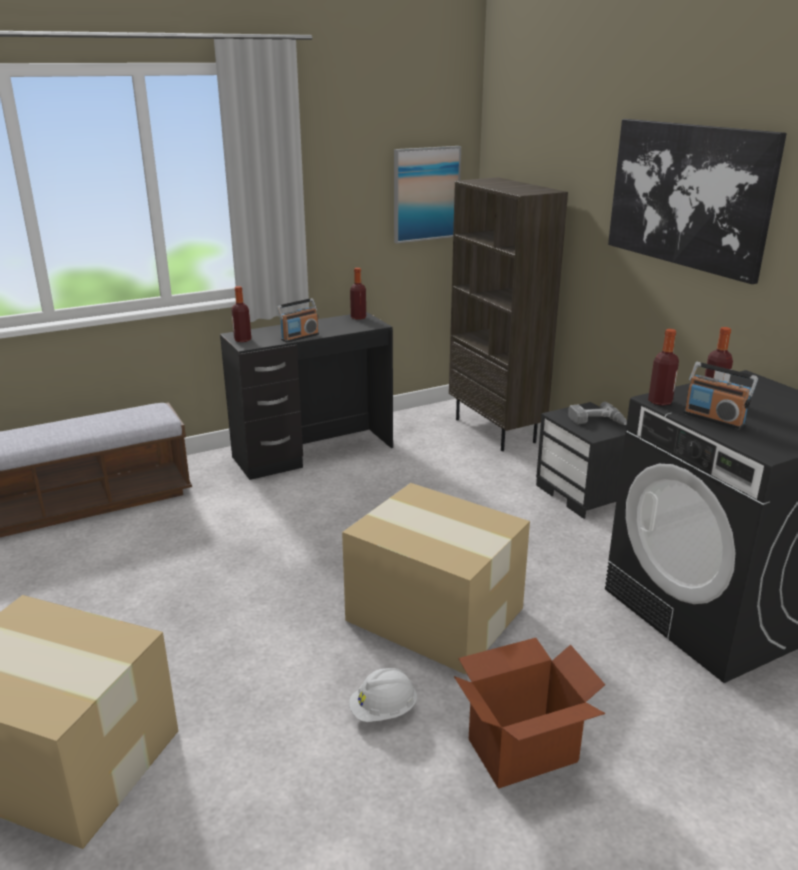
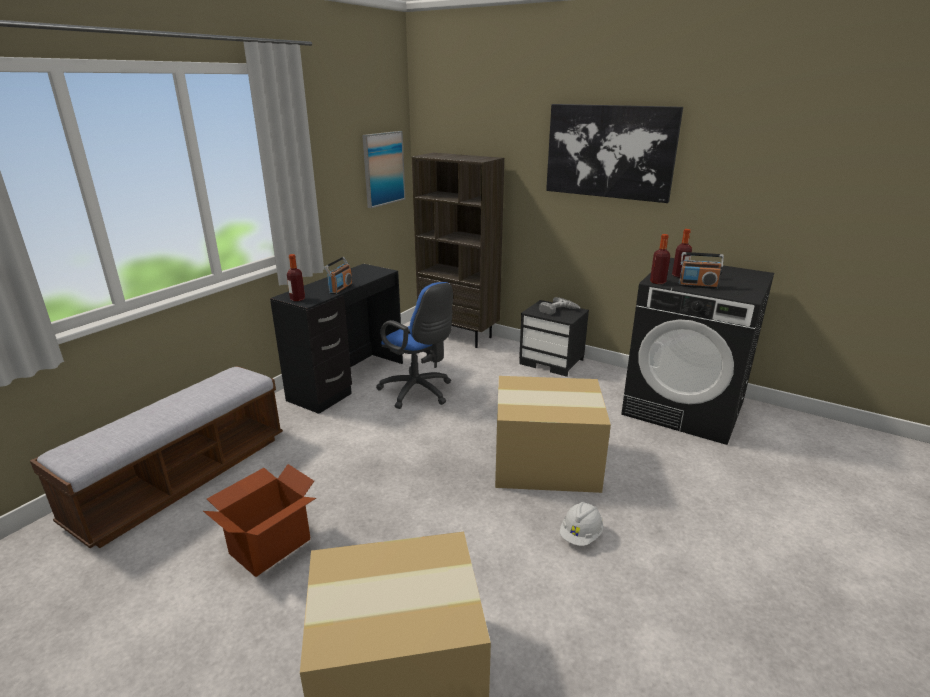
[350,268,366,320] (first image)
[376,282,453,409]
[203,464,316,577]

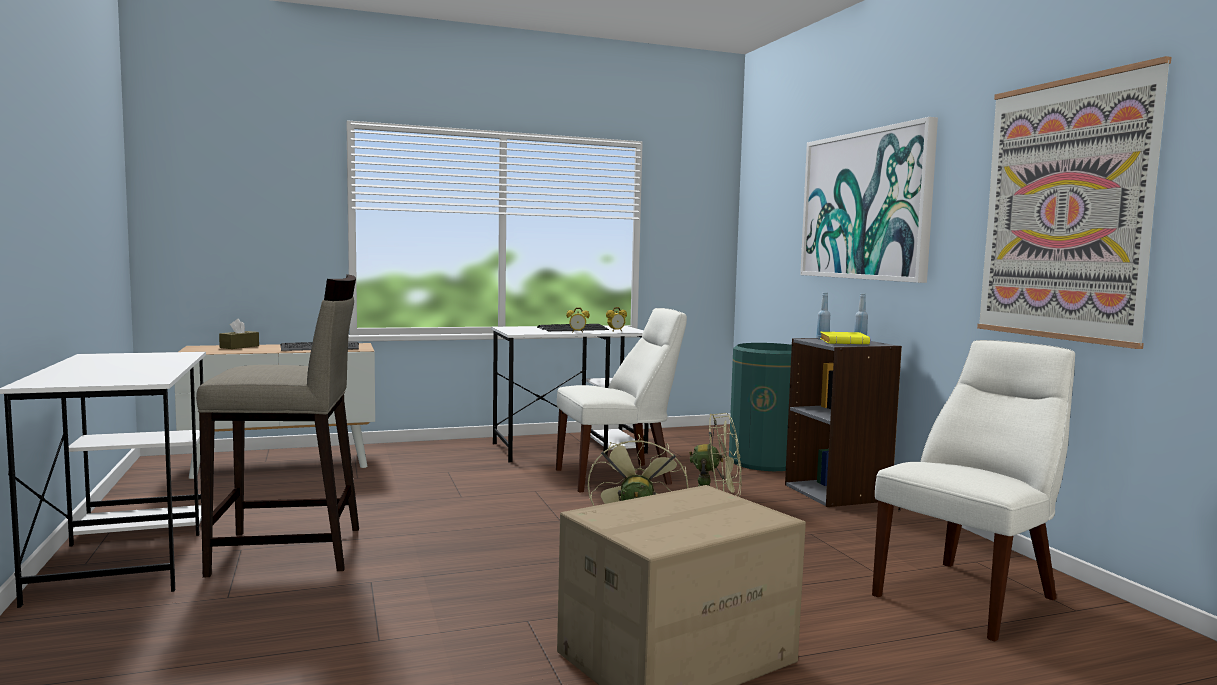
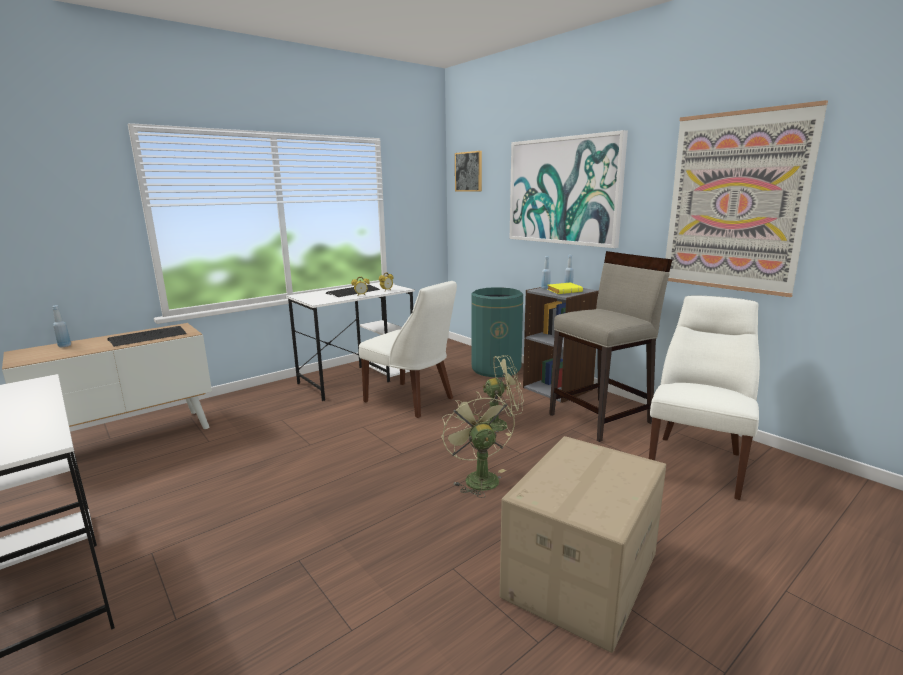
[455,151,482,192]
[549,251,672,442]
[52,305,71,347]
[359,281,457,418]

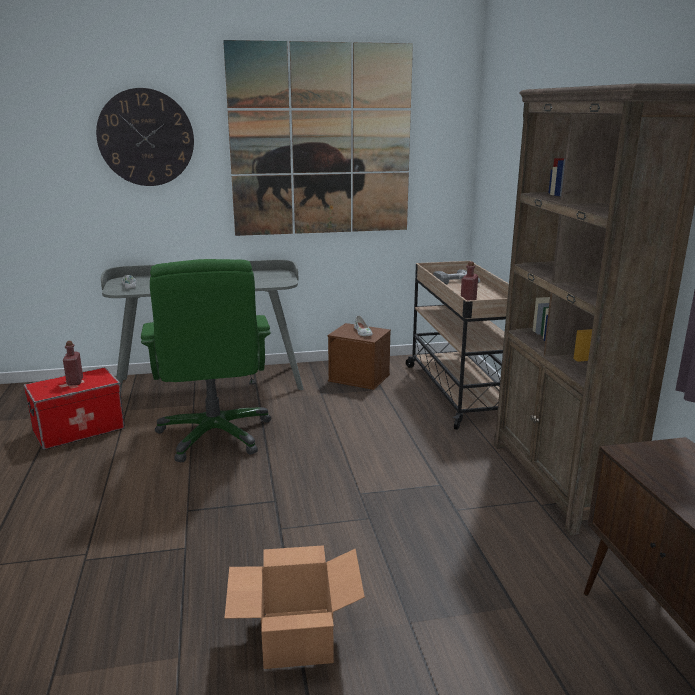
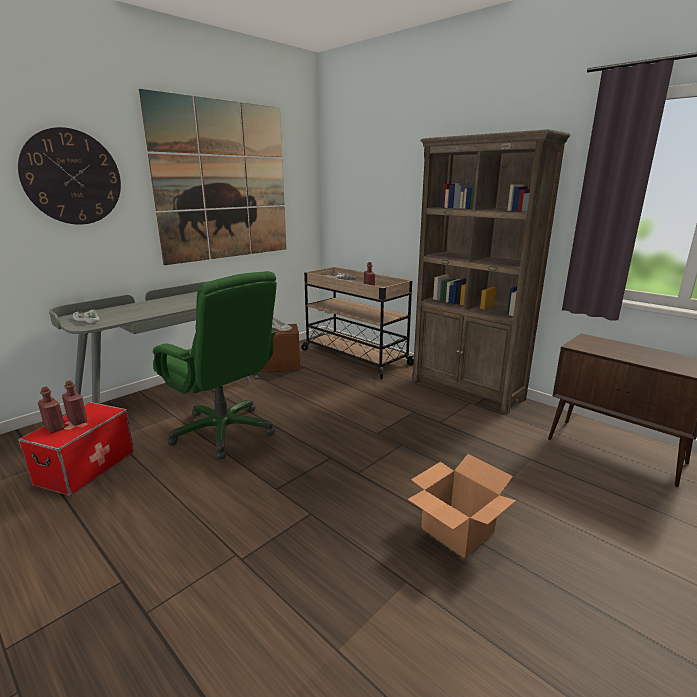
[38,387,65,433]

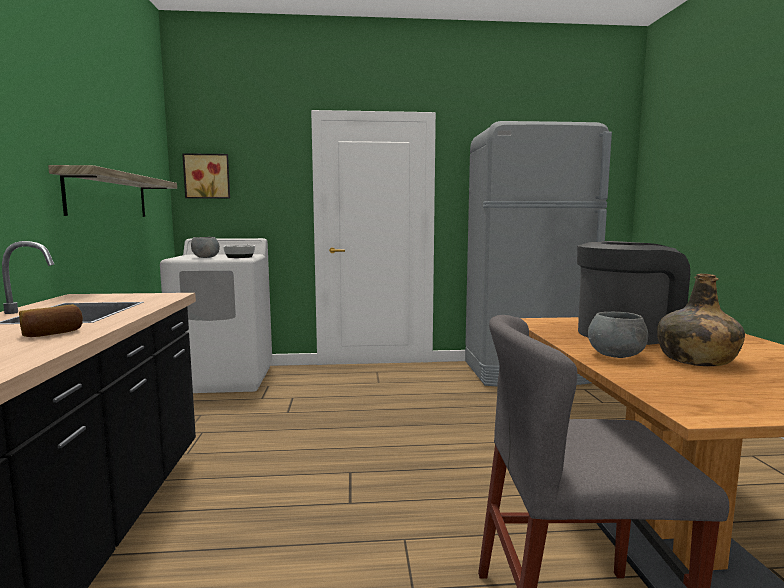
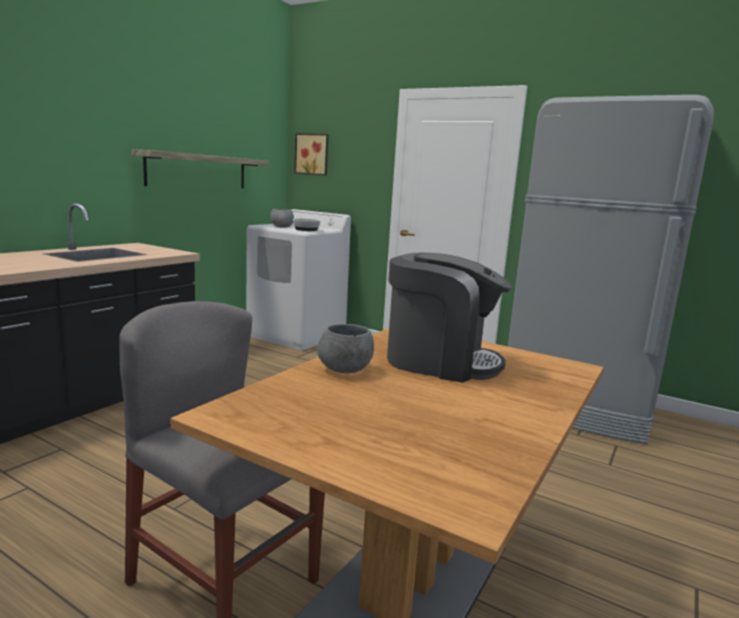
[19,304,83,337] (first image)
[657,274,745,367] (first image)

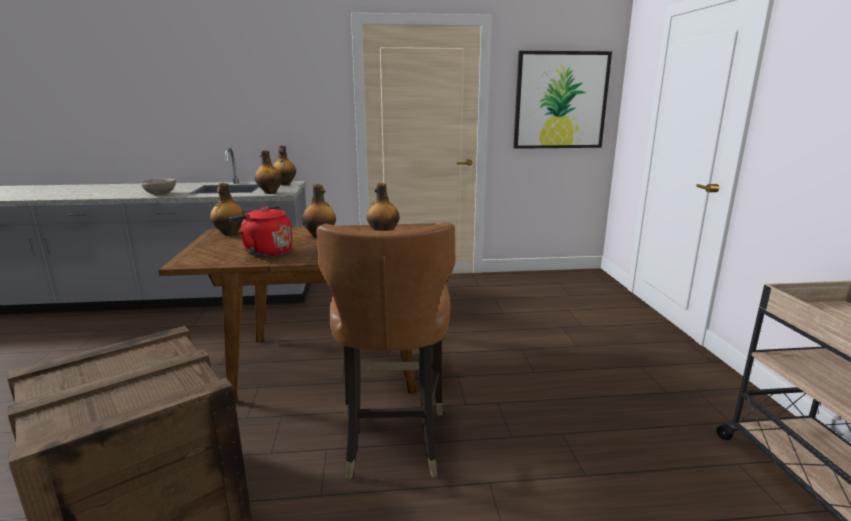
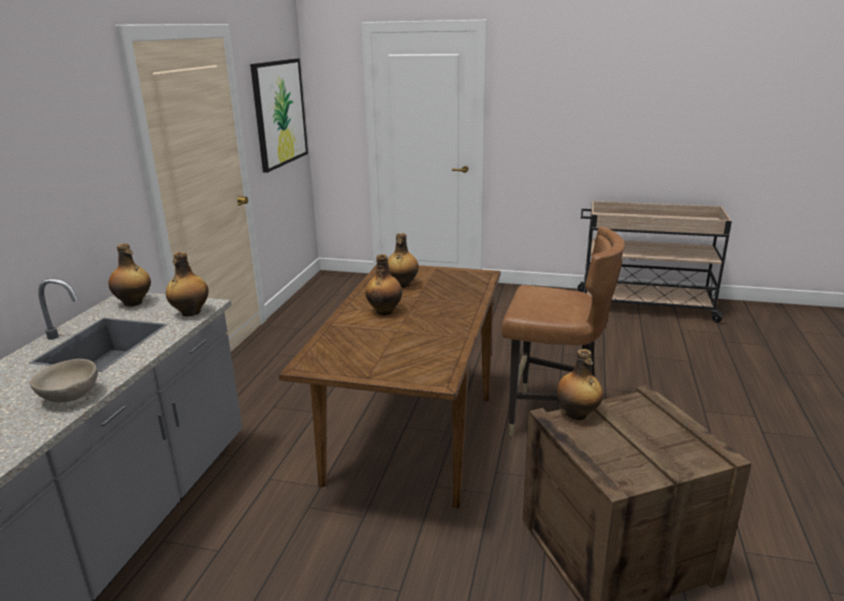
[230,206,293,257] (first image)
[556,349,603,420]

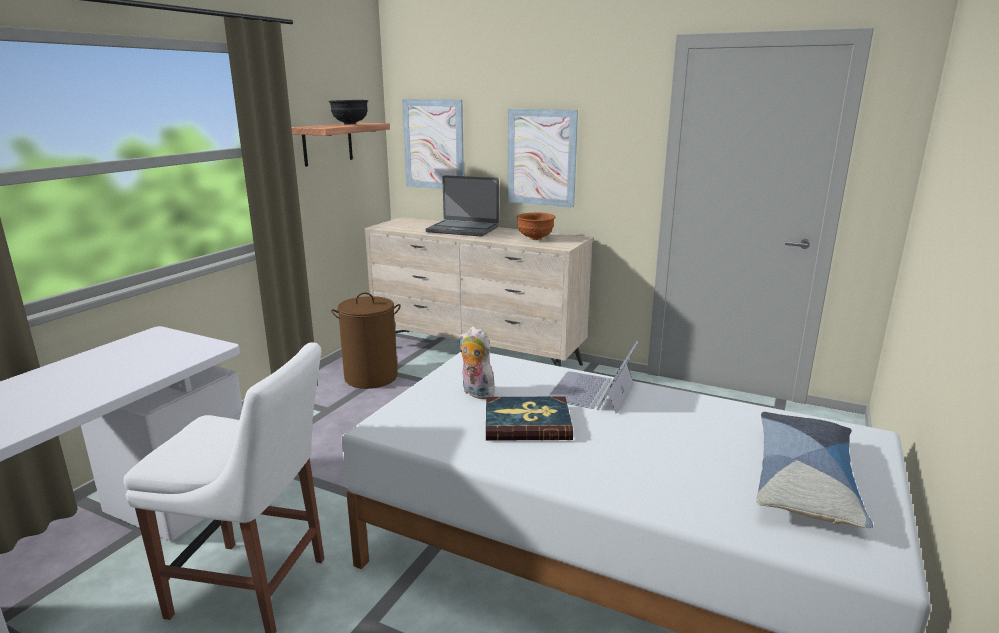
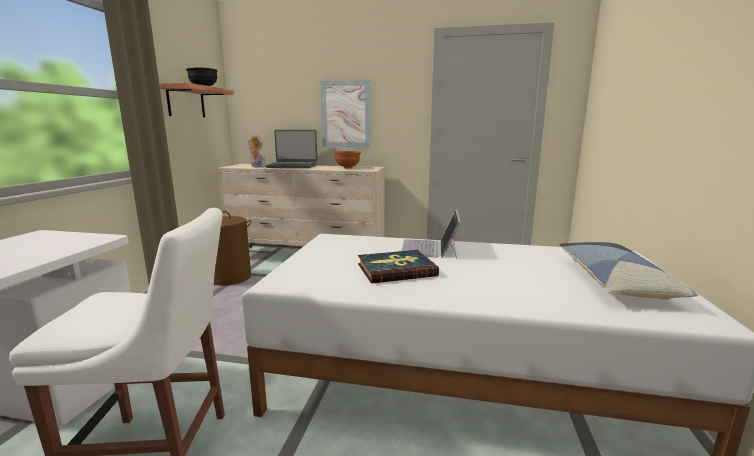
[402,99,464,189] (first image)
[248,135,266,167]

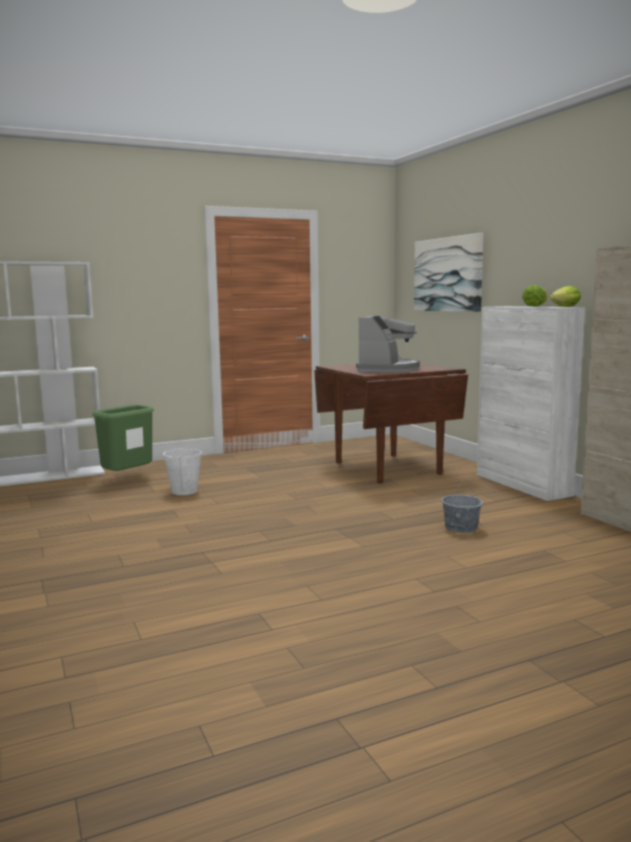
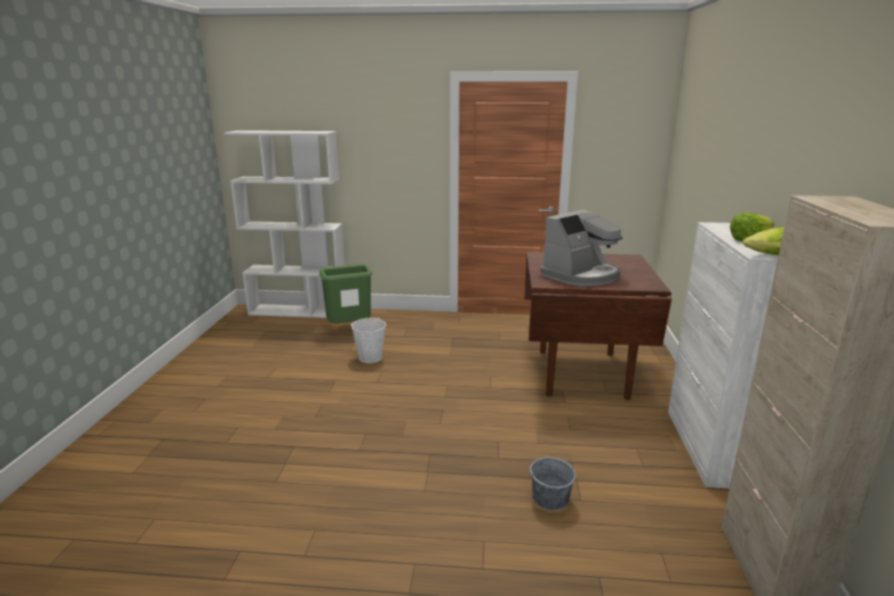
[414,233,483,312] (first image)

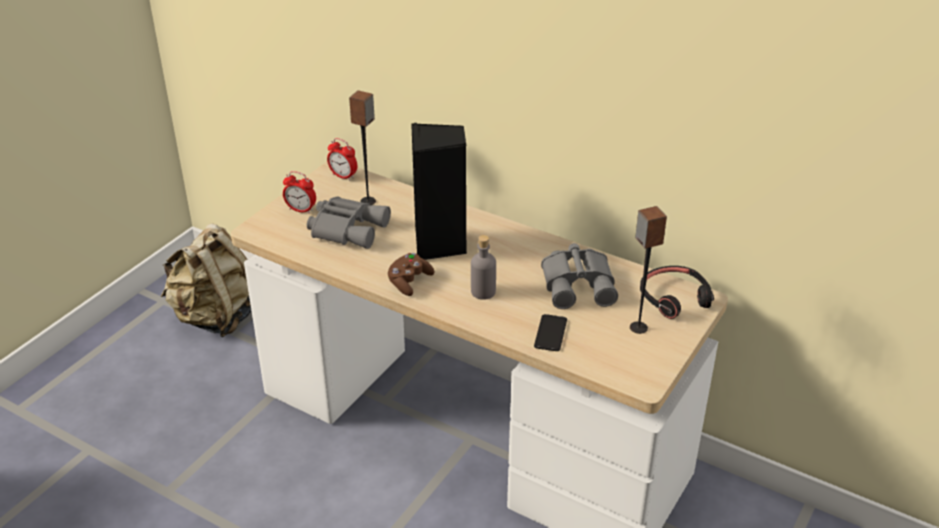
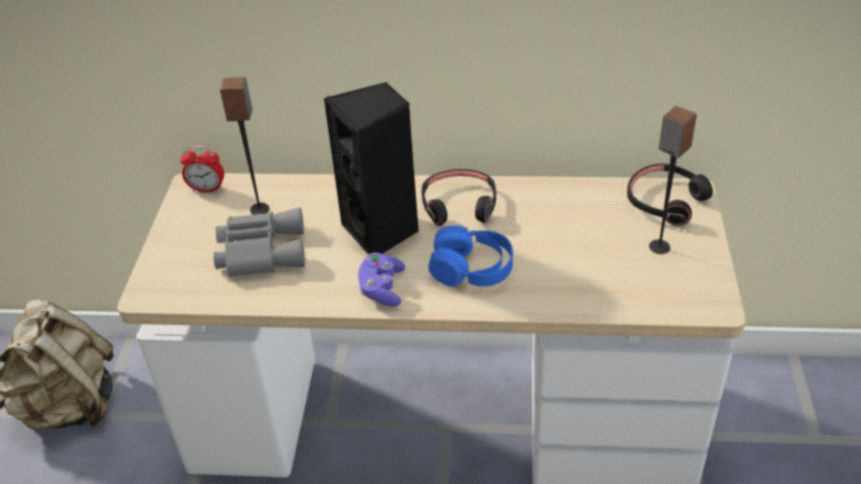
[283,171,316,214] (first image)
[534,314,567,351] (first image)
[541,243,618,309] (first image)
[422,169,496,226]
[428,225,513,287]
[358,253,405,307]

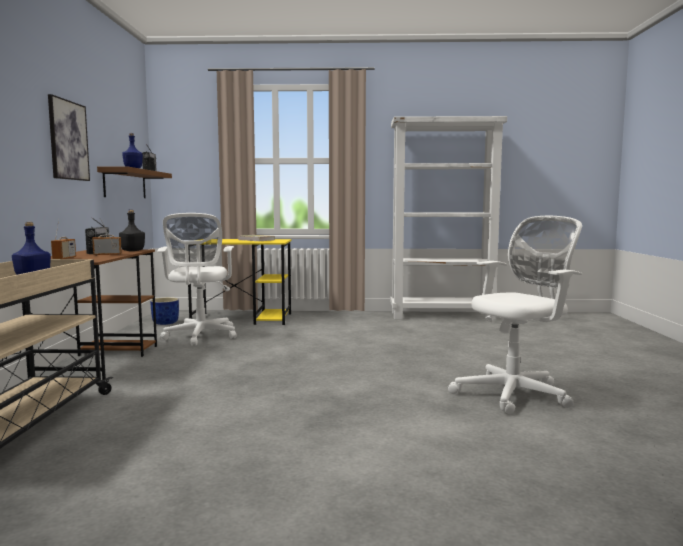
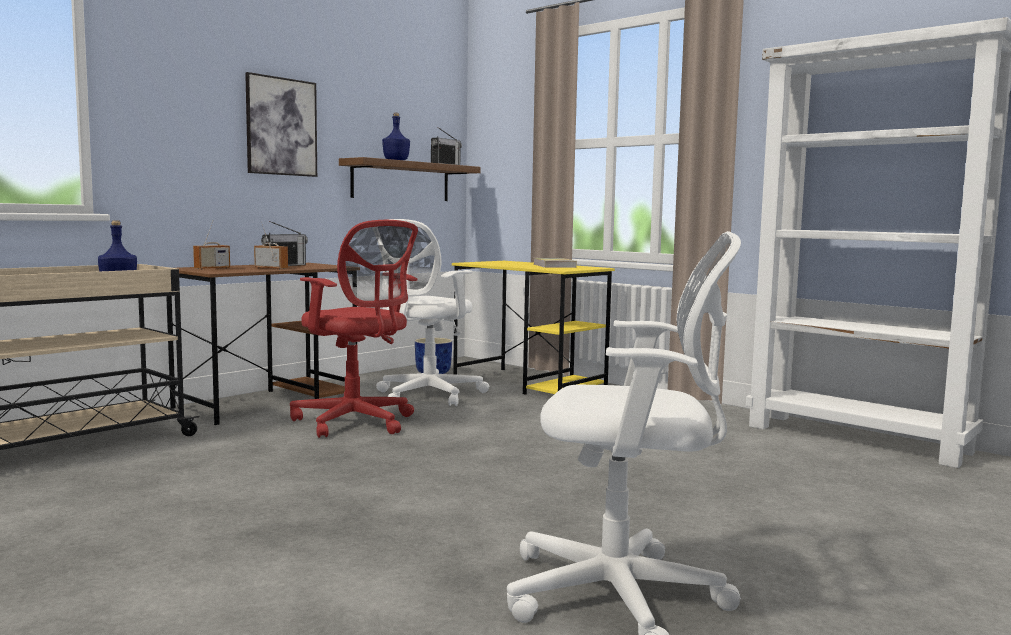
[119,210,145,251] (first image)
[290,220,418,438]

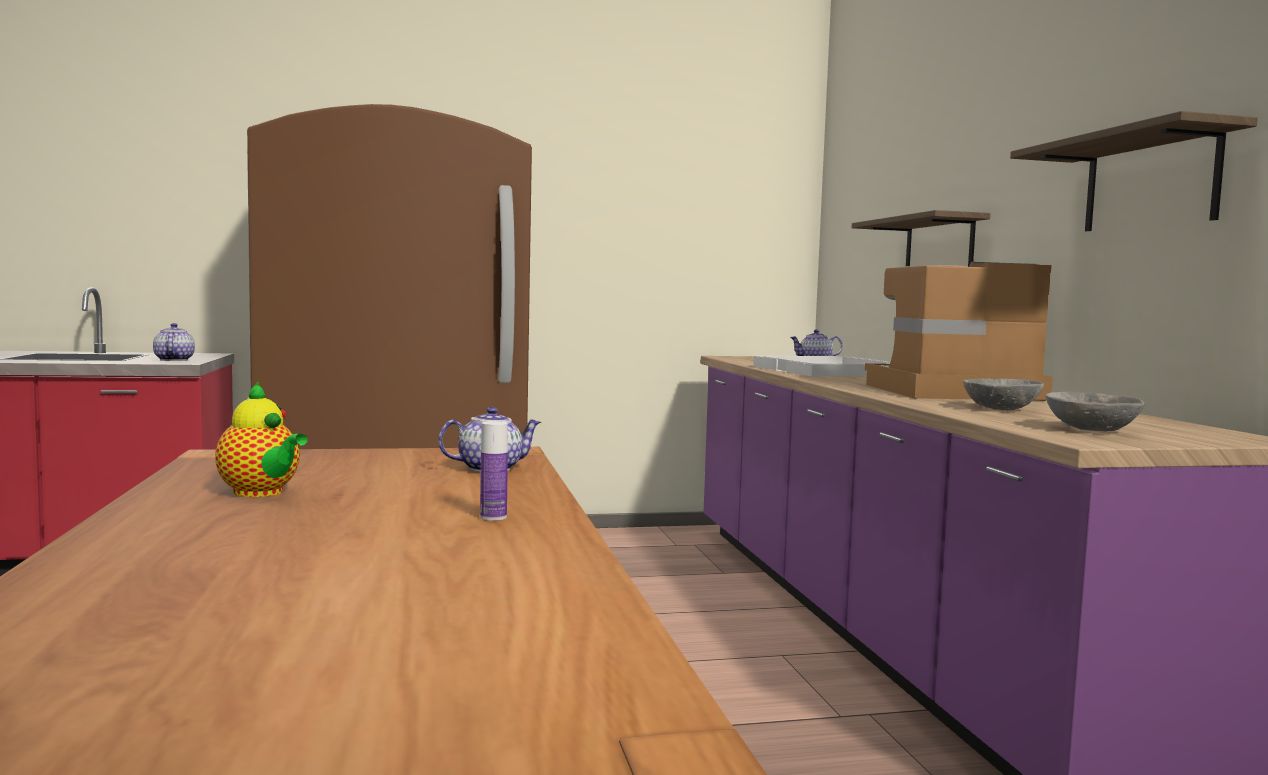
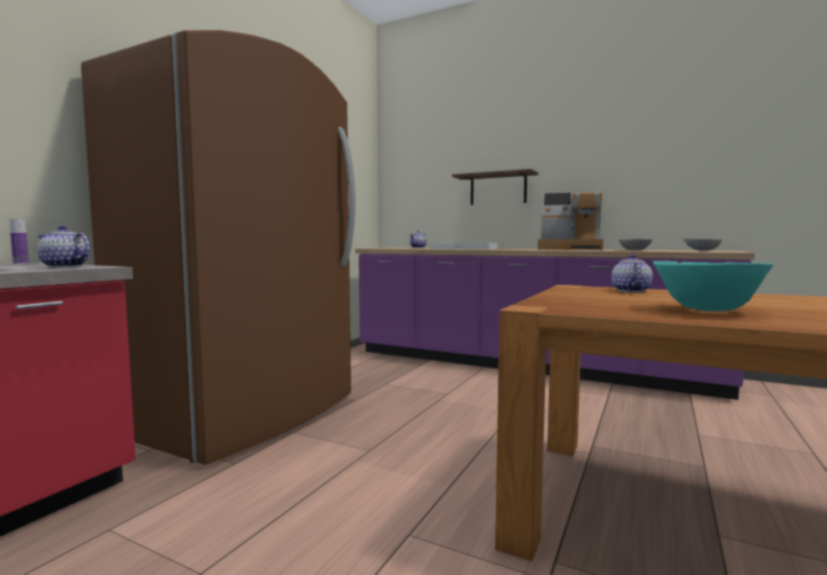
[1010,111,1258,231] (first image)
[9,219,29,265]
[653,261,773,312]
[538,192,604,250]

